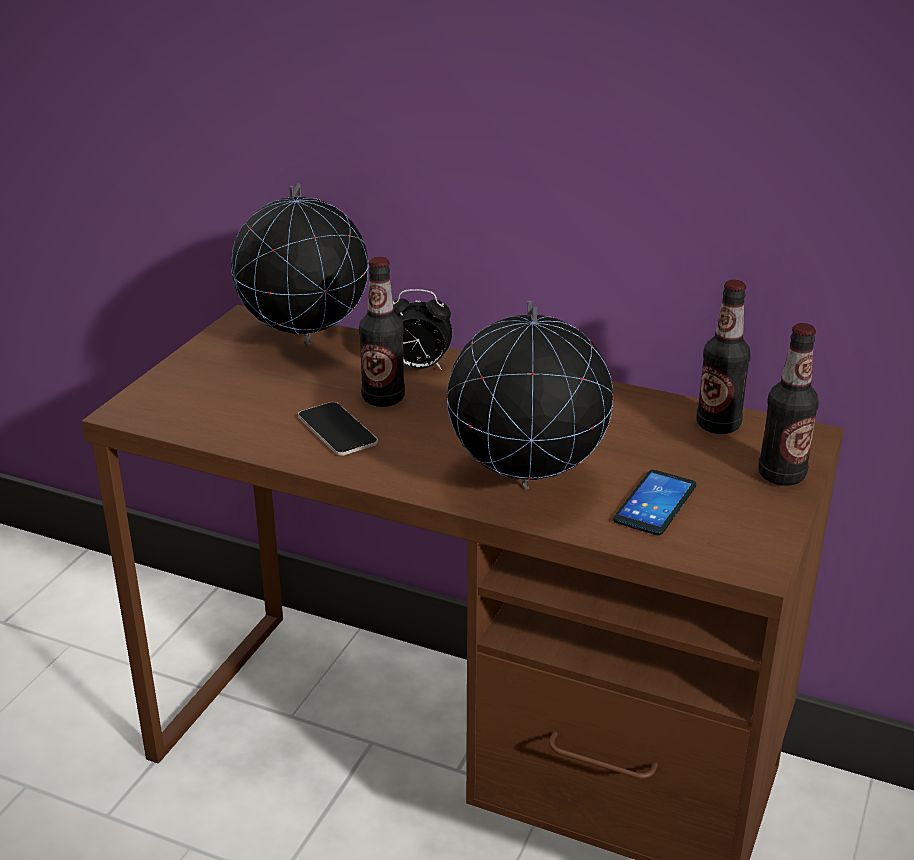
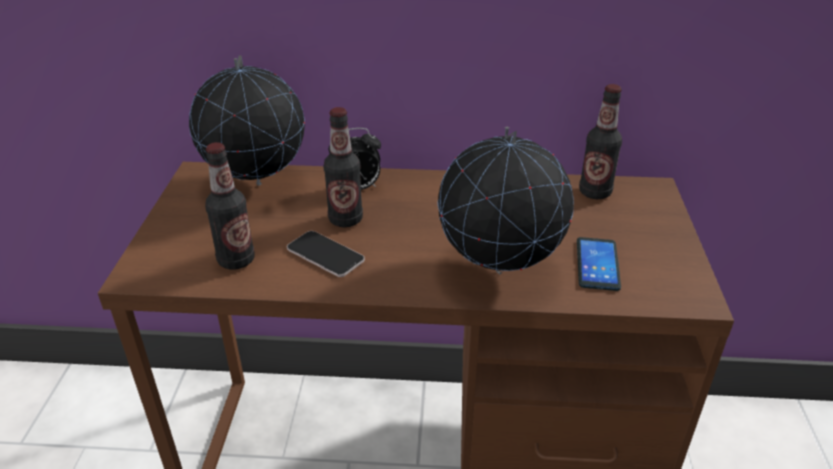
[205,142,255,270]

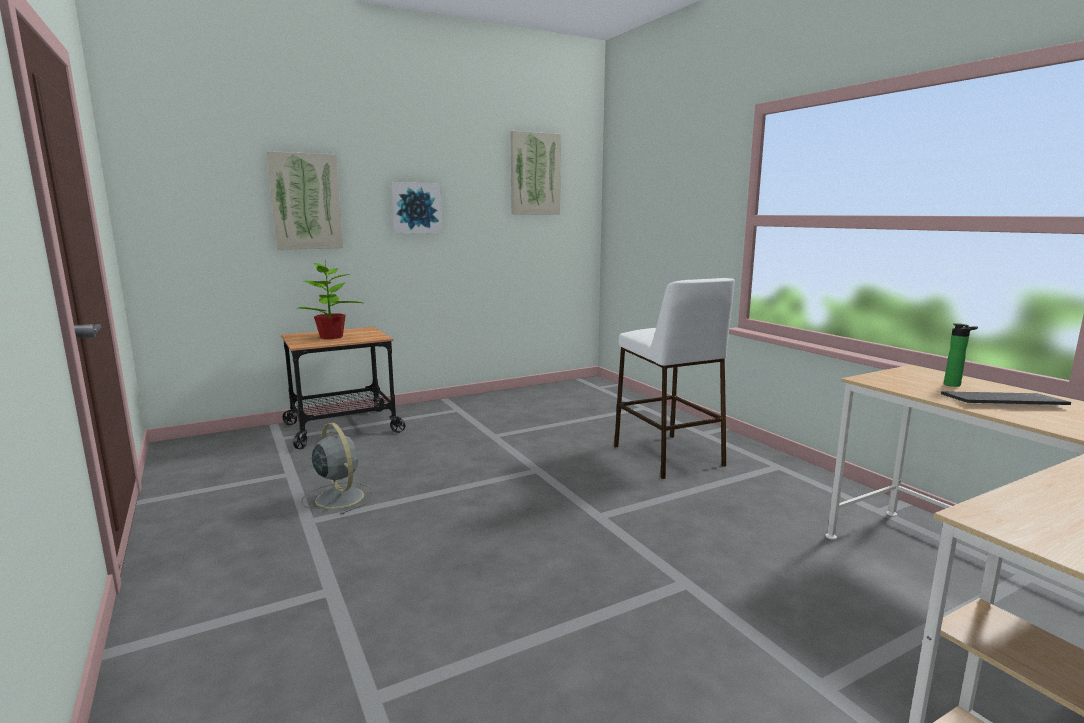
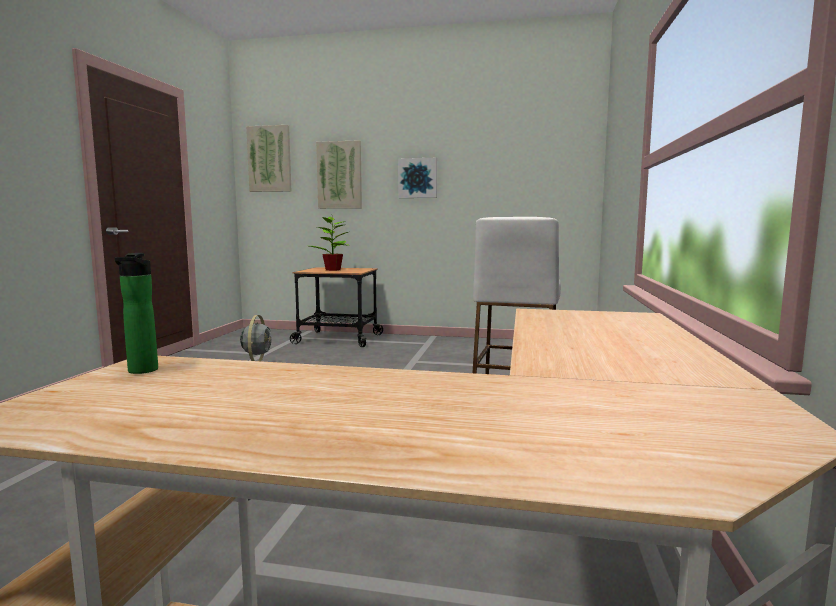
[941,391,1071,405] (first image)
[246,125,292,192]
[115,253,158,374]

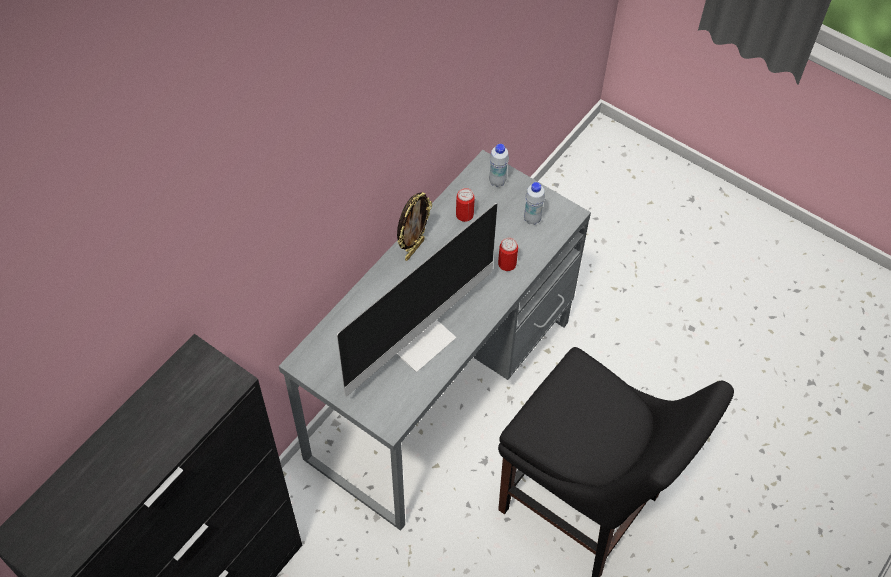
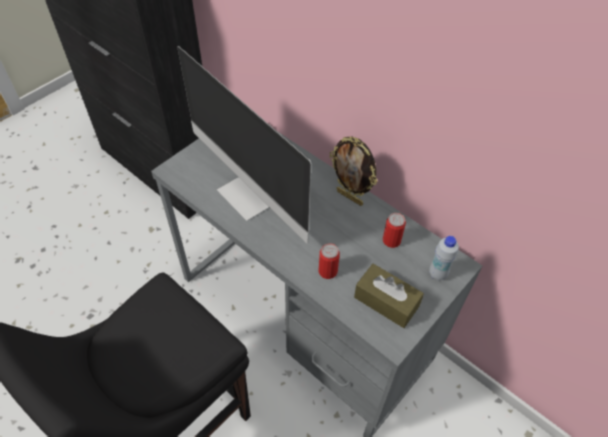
[354,264,424,328]

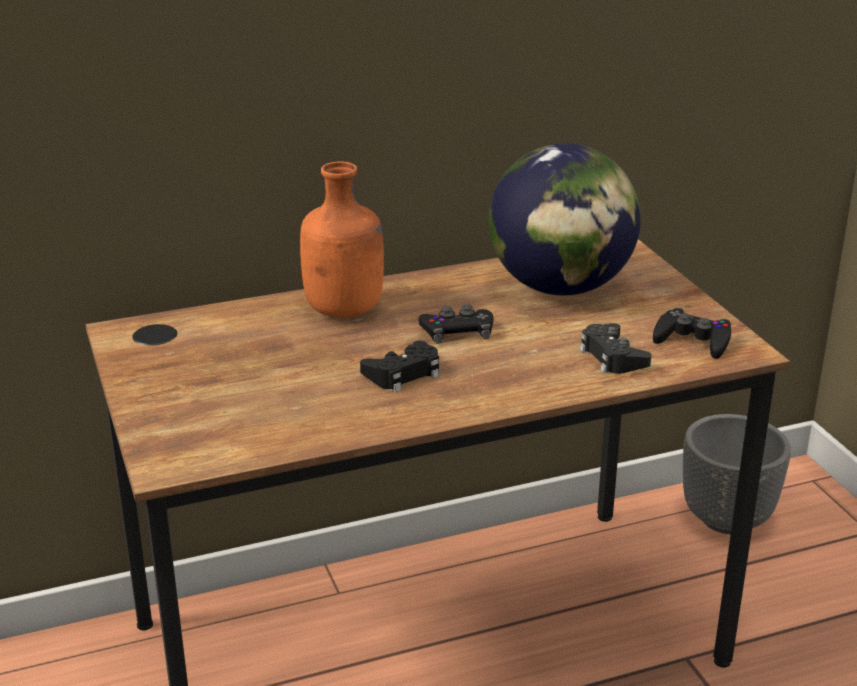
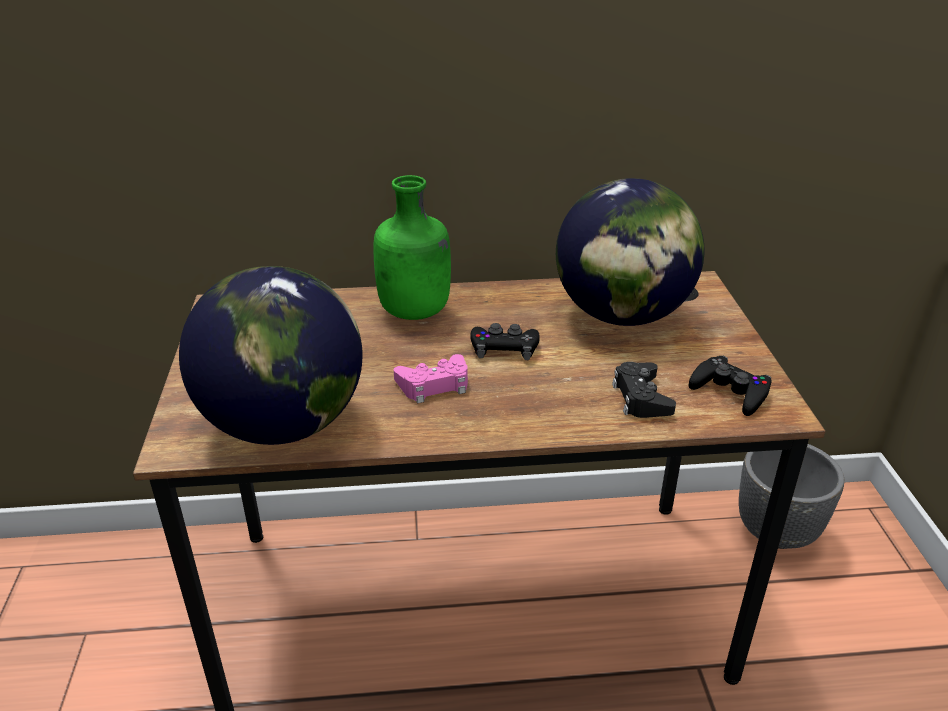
[179,266,362,445]
[373,175,451,320]
[394,354,468,403]

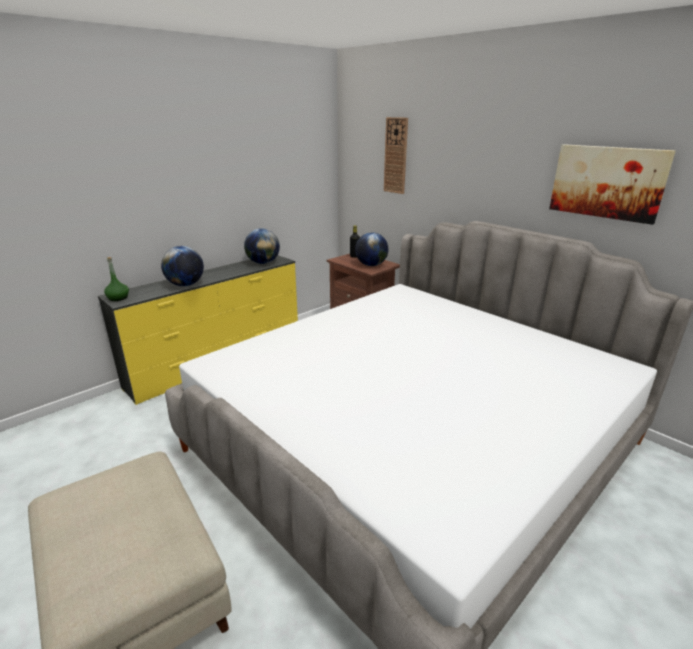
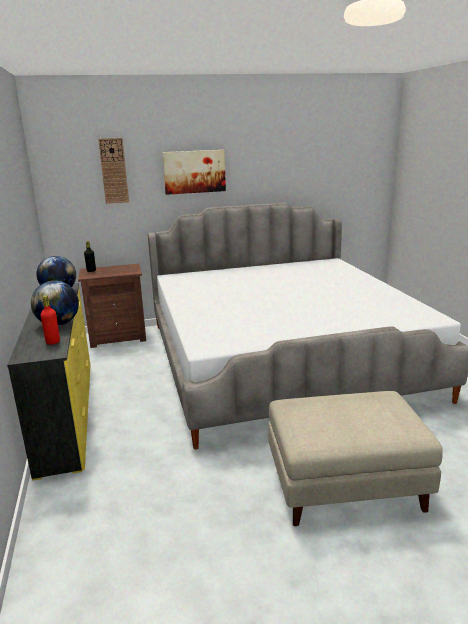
[104,257,129,301] (first image)
[355,232,388,266] (first image)
[40,295,60,345]
[162,150,226,195]

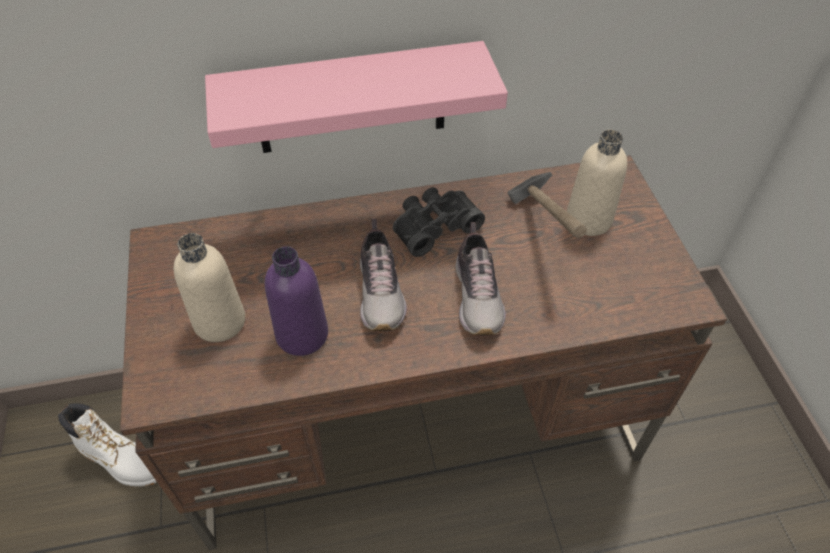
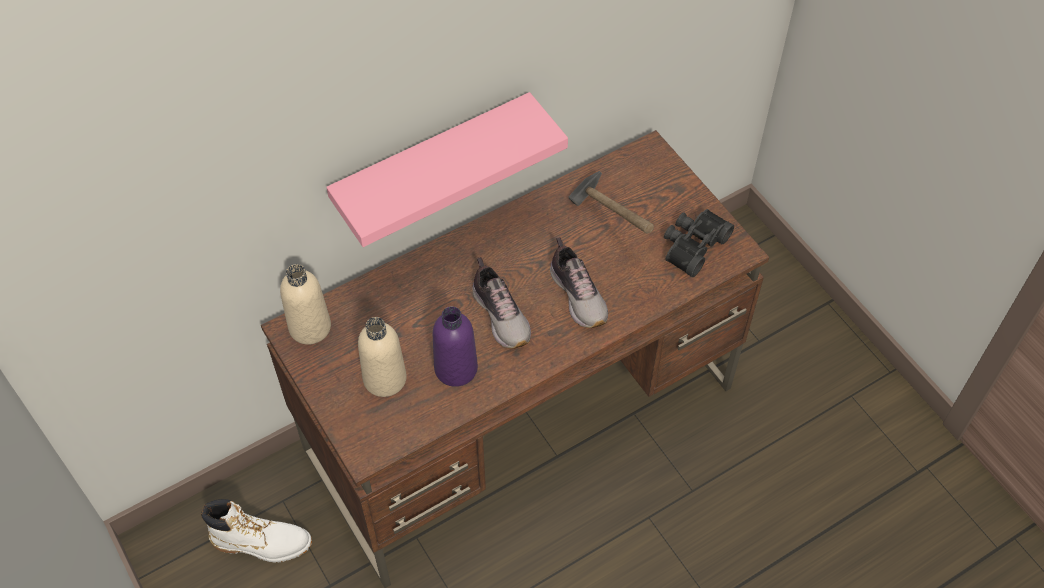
[664,209,734,277]
[280,264,331,345]

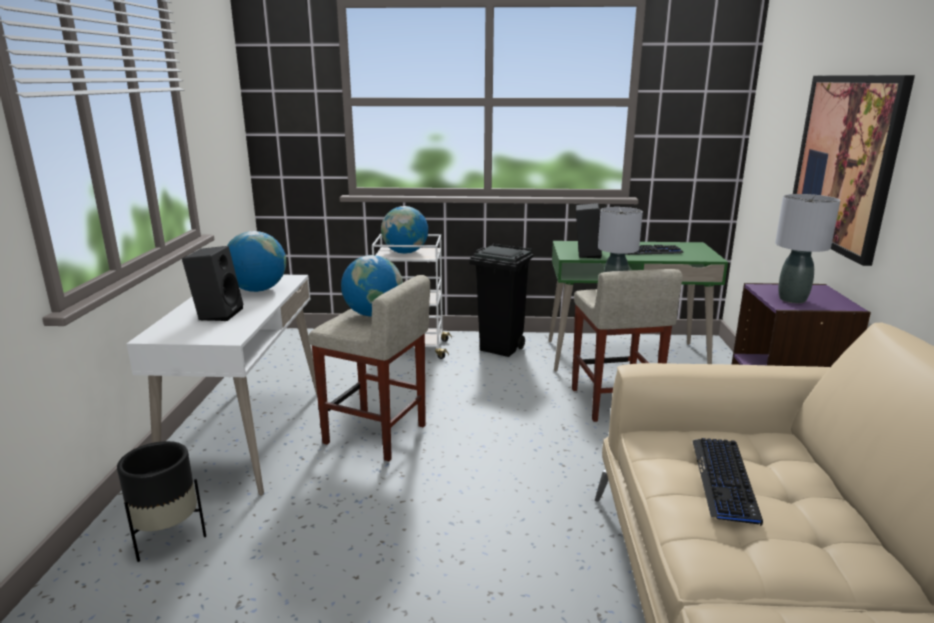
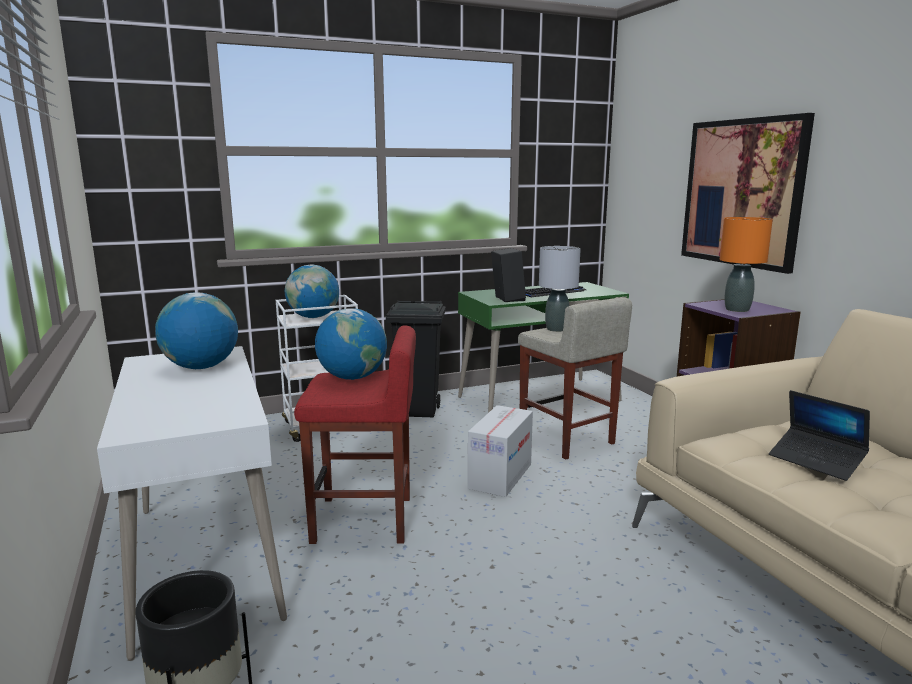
[182,246,243,321] (first image)
[468,405,533,497]
[769,390,870,481]
[294,325,416,544]
[720,217,773,312]

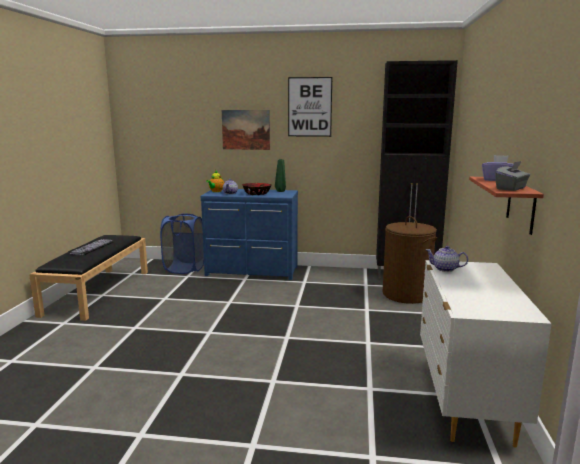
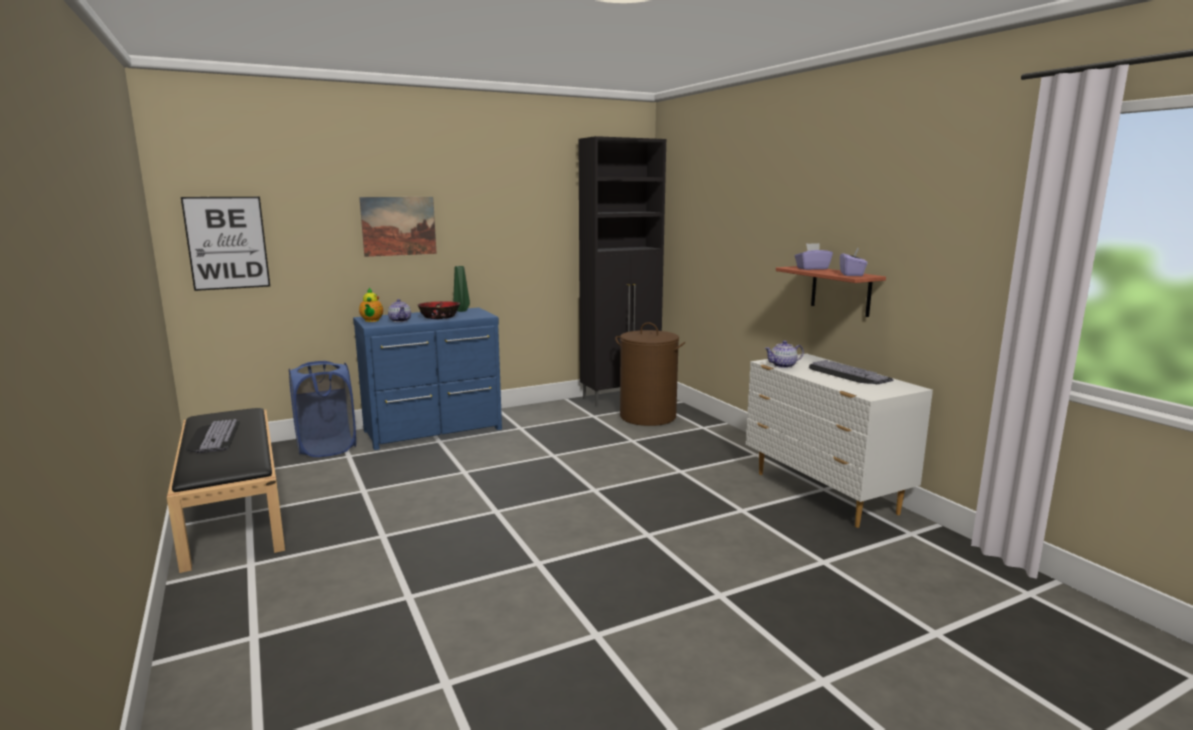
[809,360,894,384]
[181,197,270,291]
[840,247,868,276]

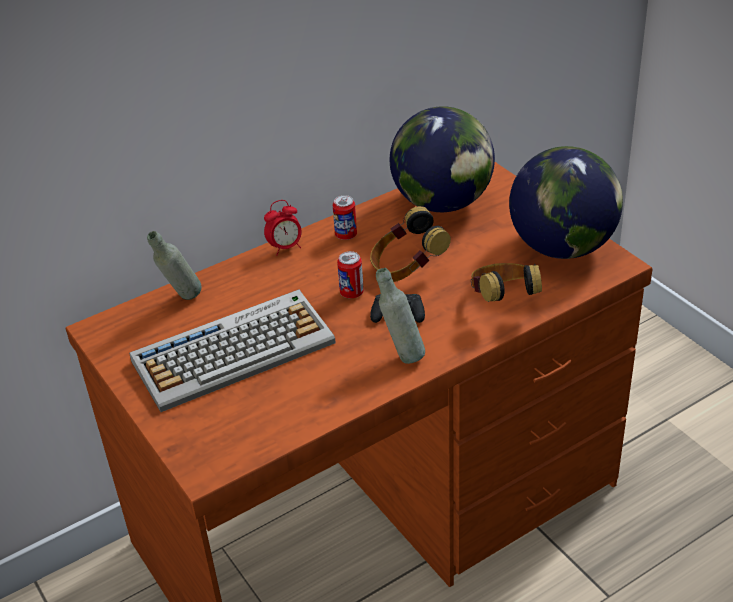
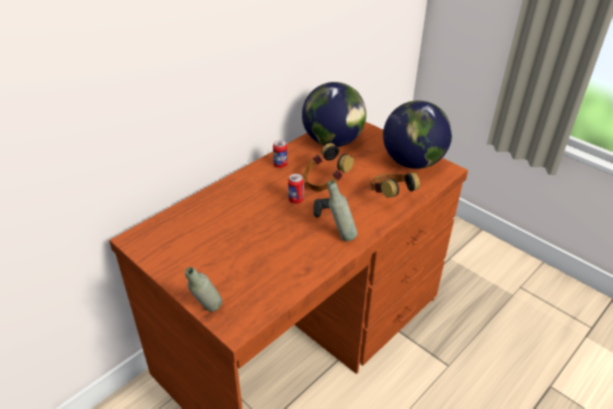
[129,290,335,412] (first image)
[264,200,302,256] (first image)
[185,267,222,312]

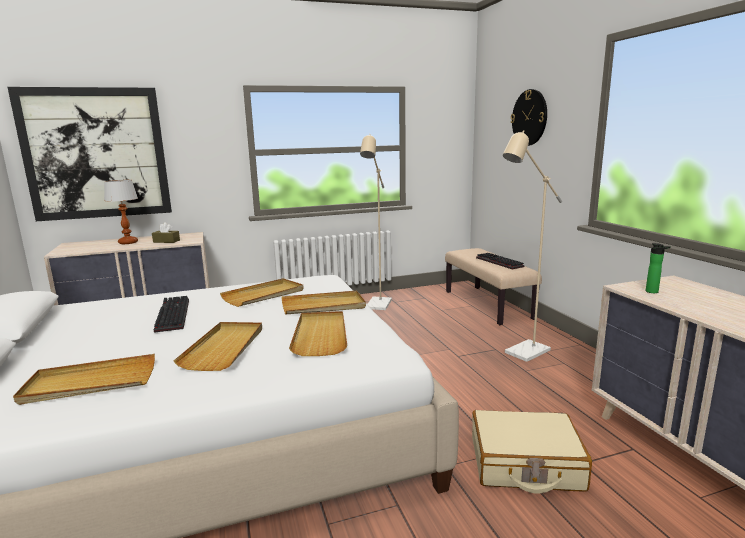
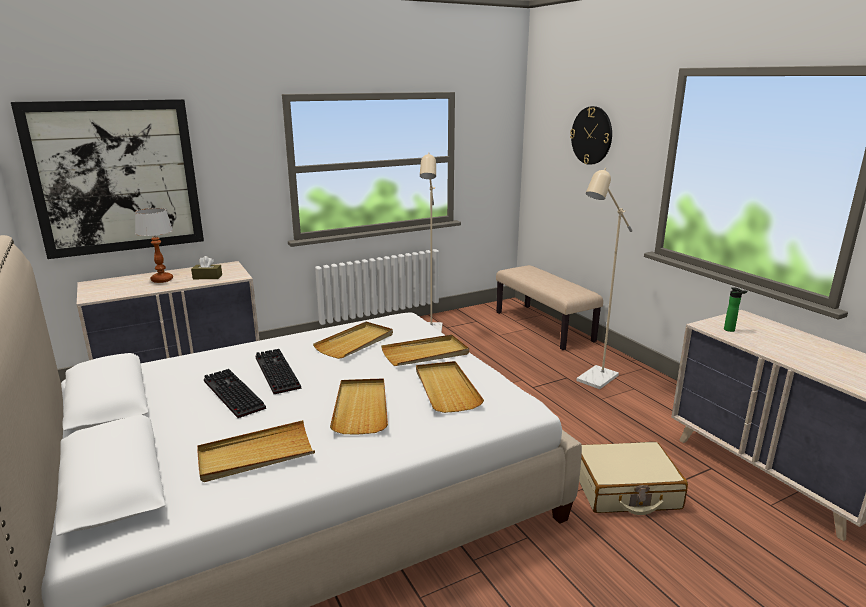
[204,369,266,418]

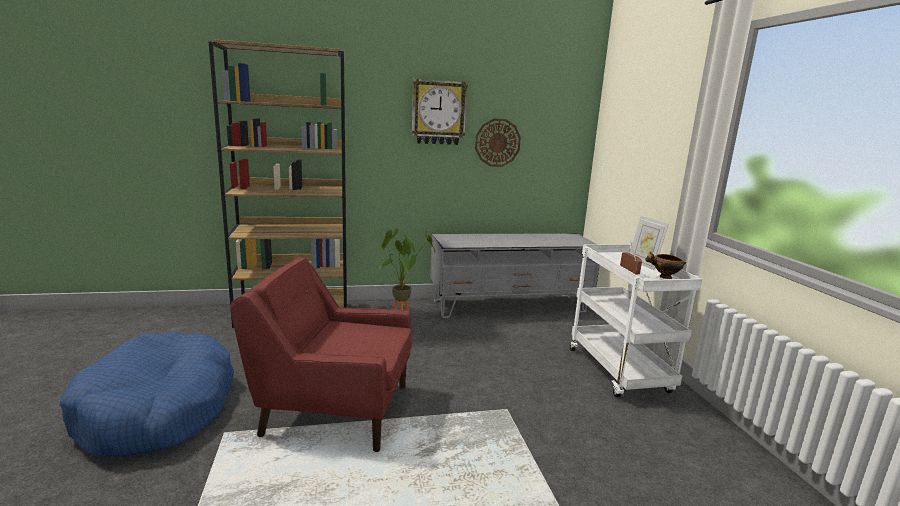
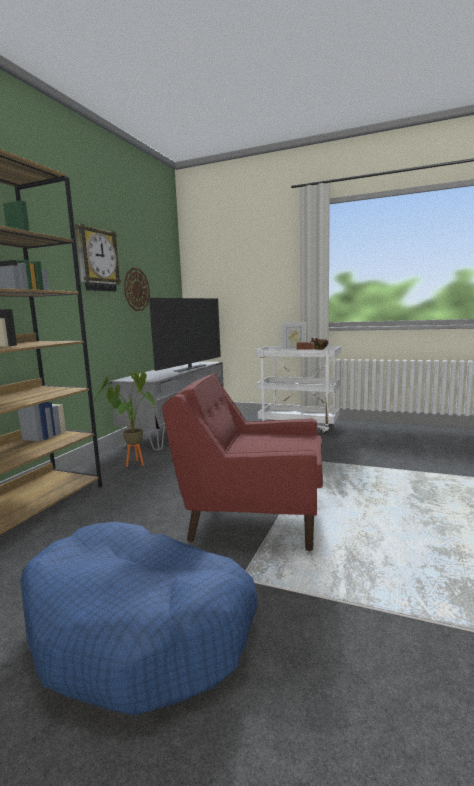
[149,298,221,372]
[162,374,323,551]

